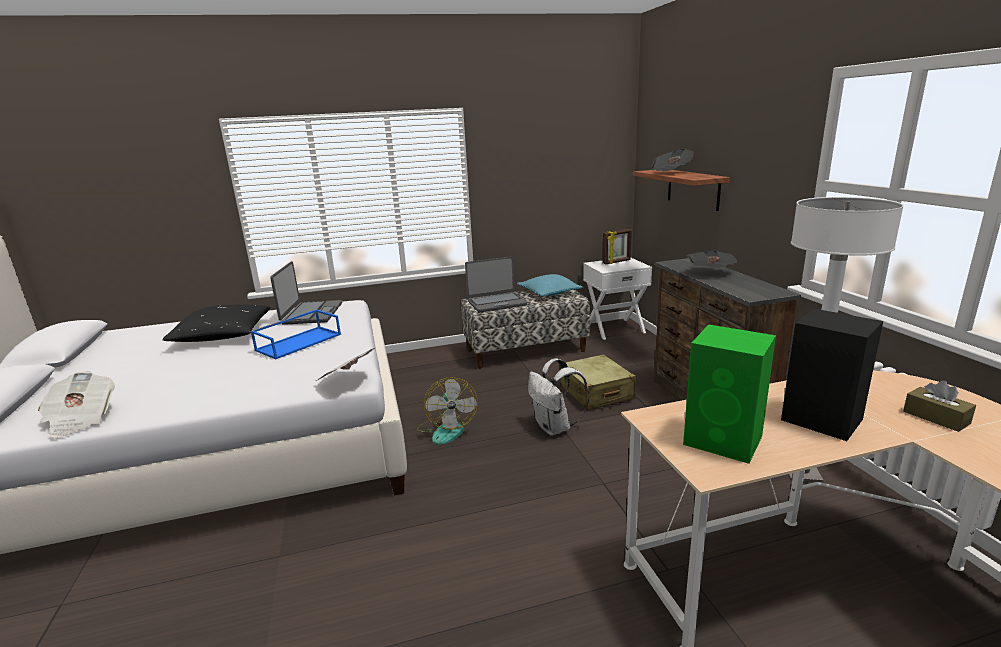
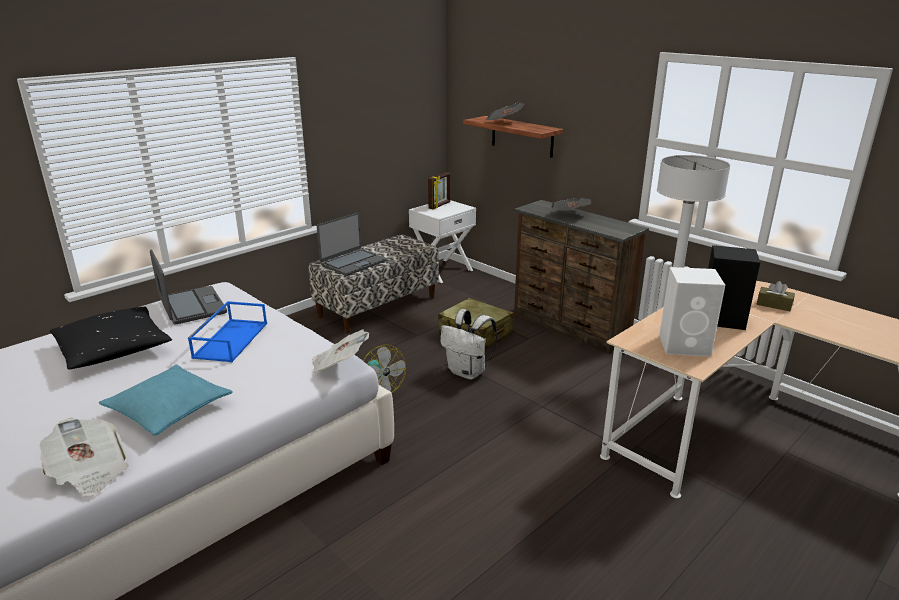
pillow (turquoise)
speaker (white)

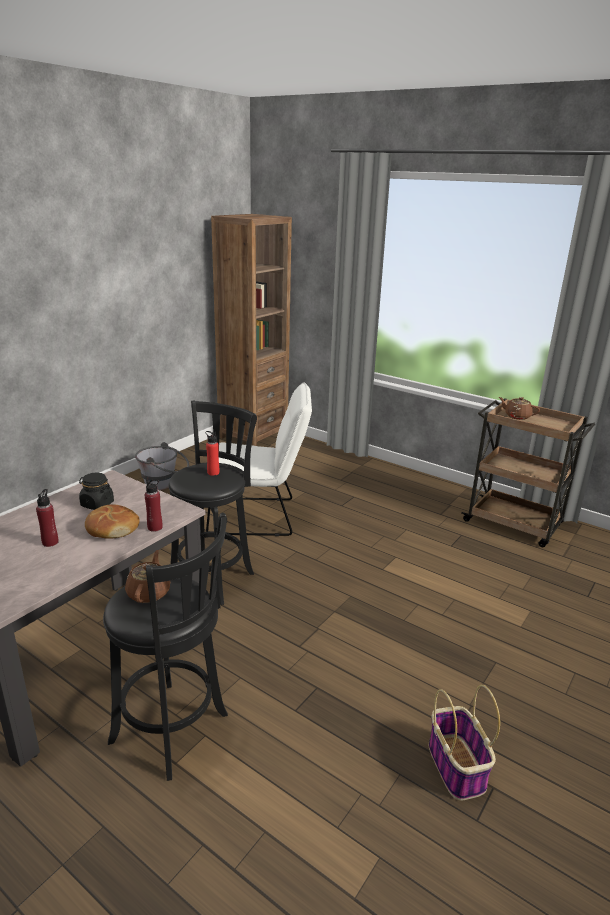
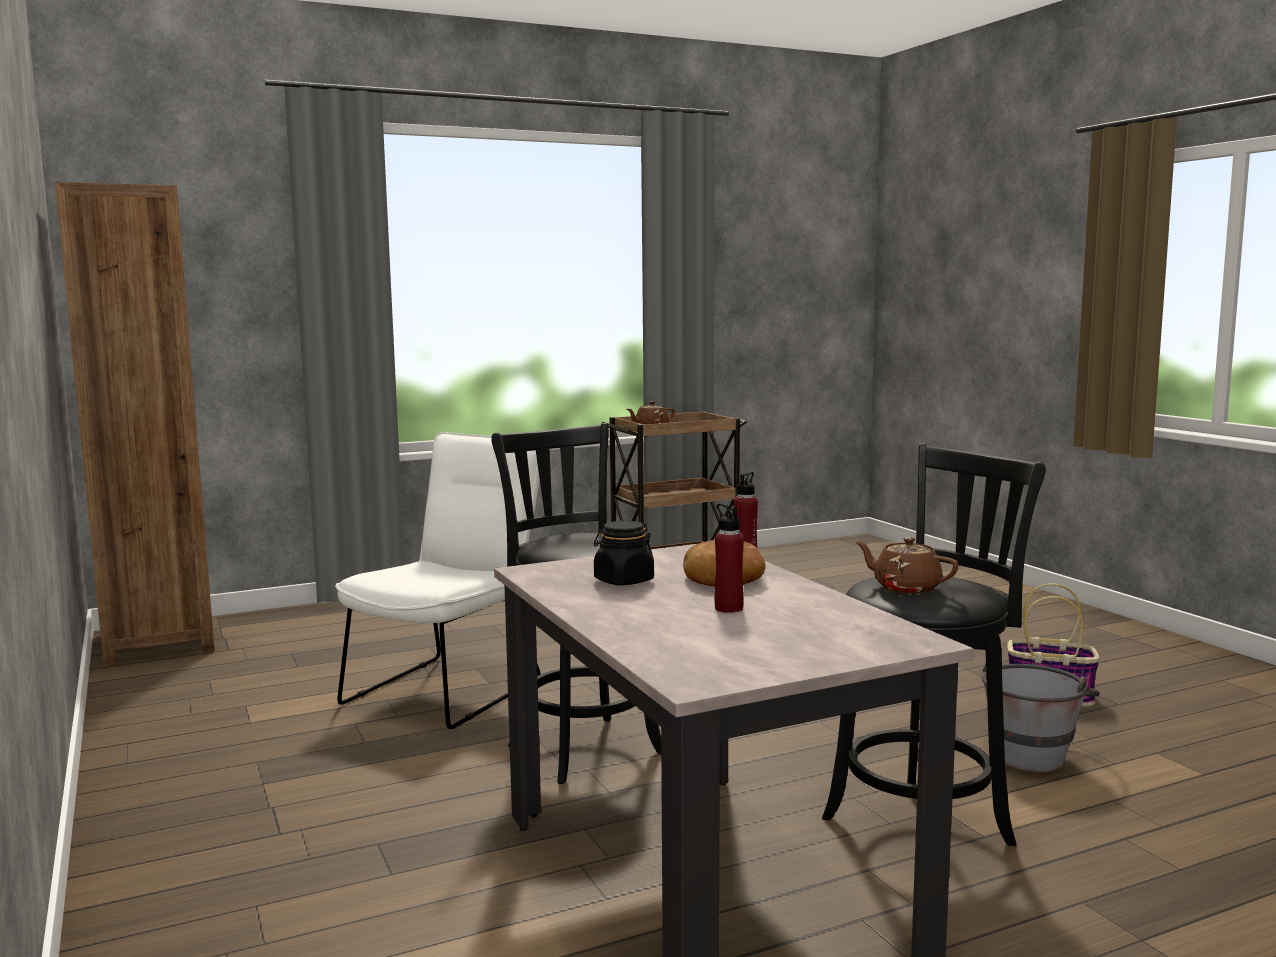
bottle (red) (no. 3 from left in the first image)
bucket (grey)

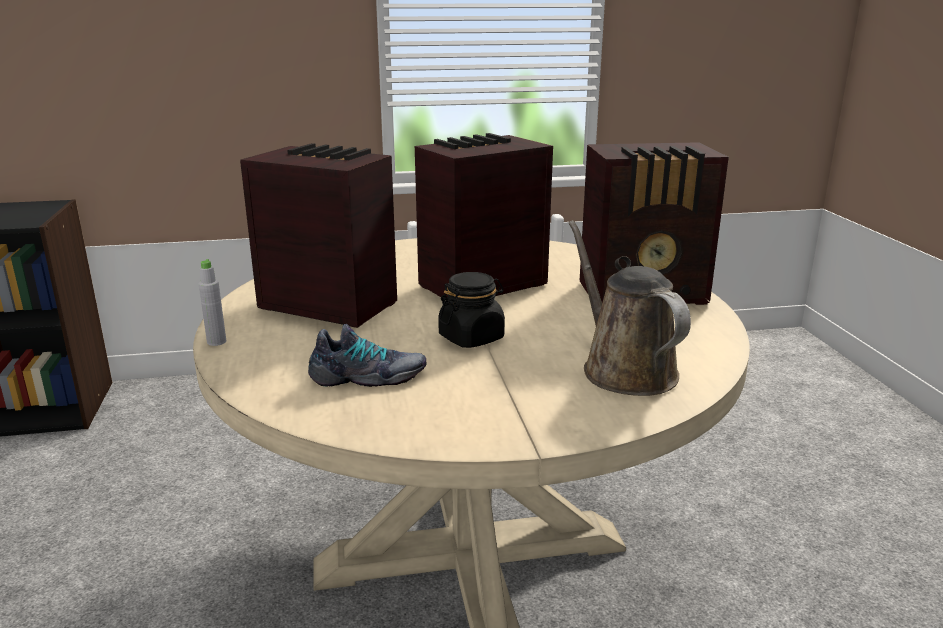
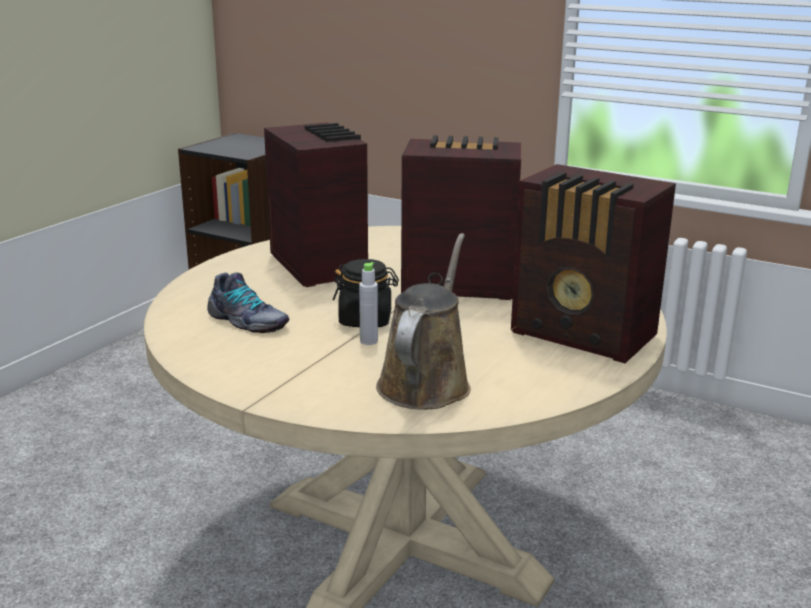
bottle (grey)

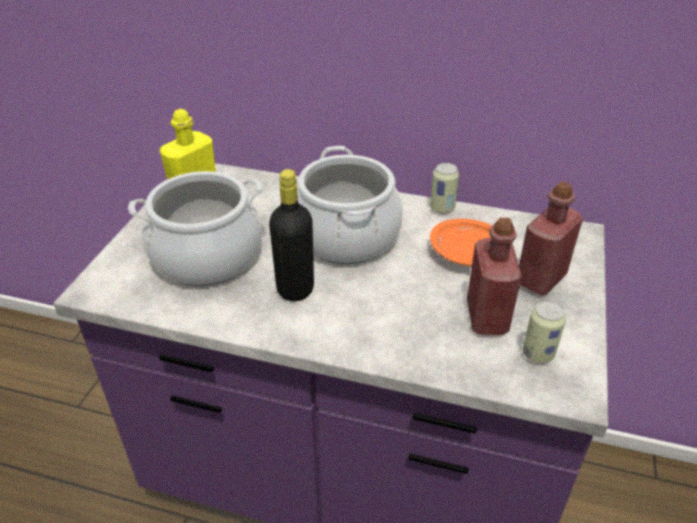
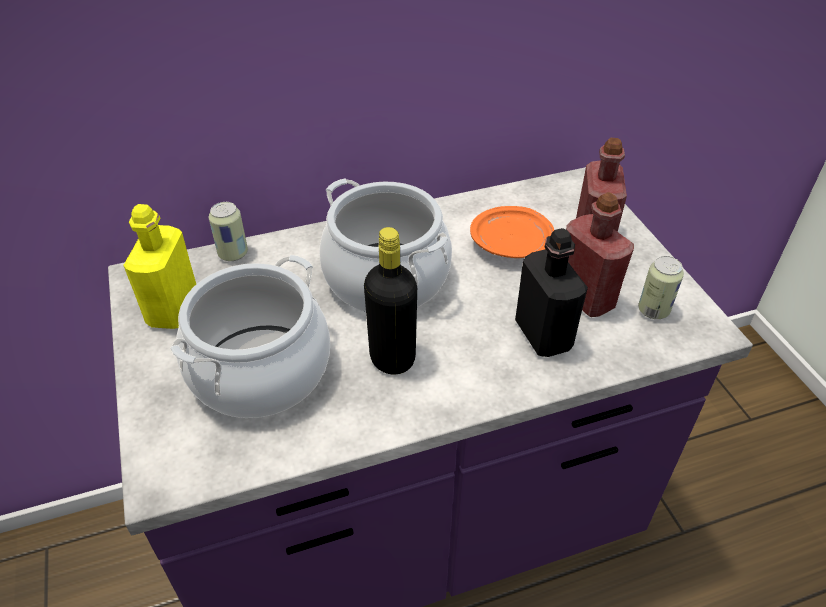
bottle (black) (no. 2 from left)
can (no. 1 from left)

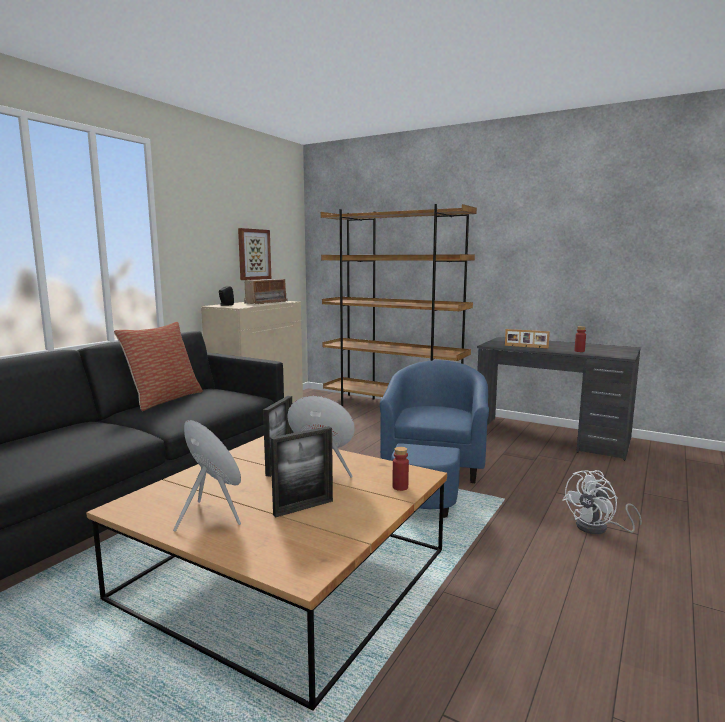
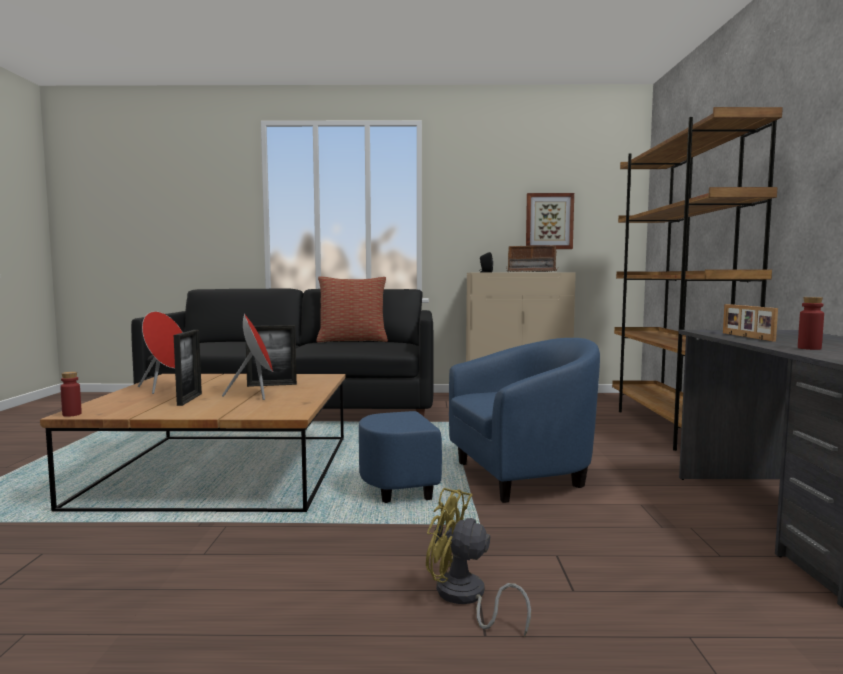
bottle (red) (no. 1 from left)
fan (yellow)
picture frame (no. 1 from left)

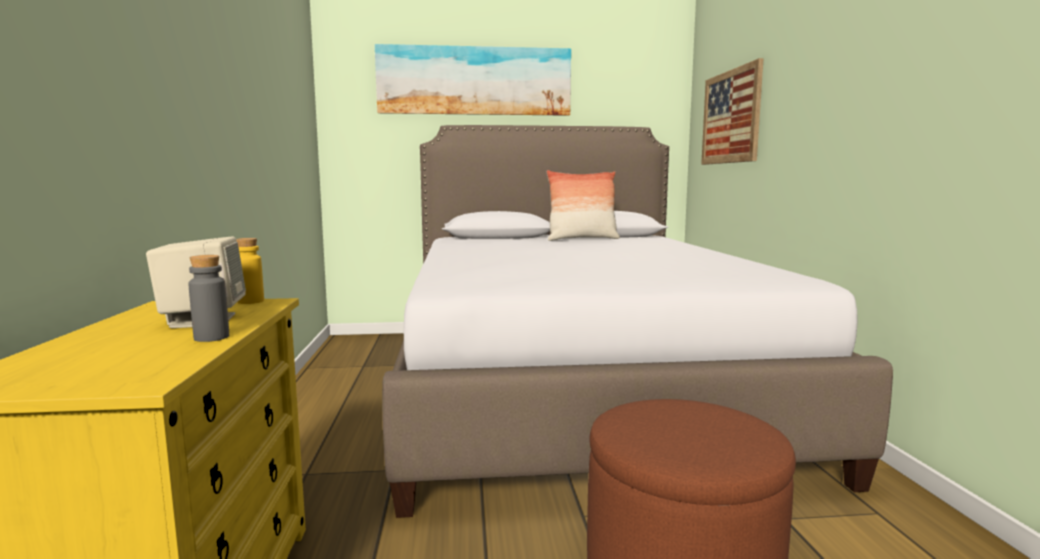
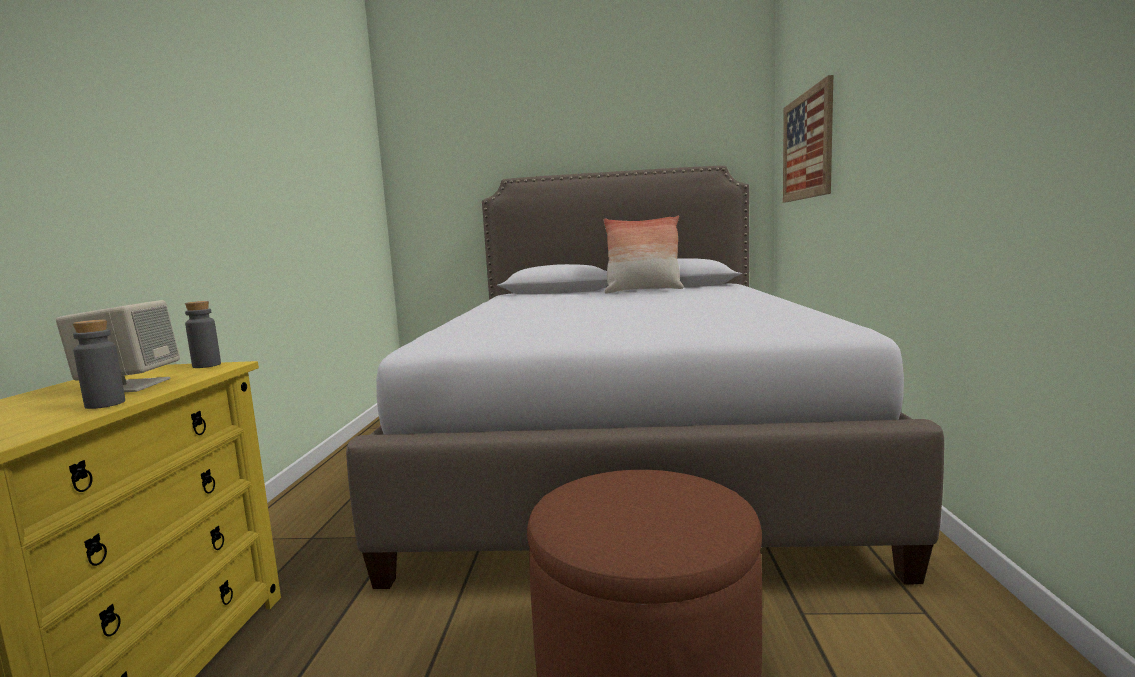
picture (no. 1 from left in the first image)
bottle (grey) (no. 2 from left)

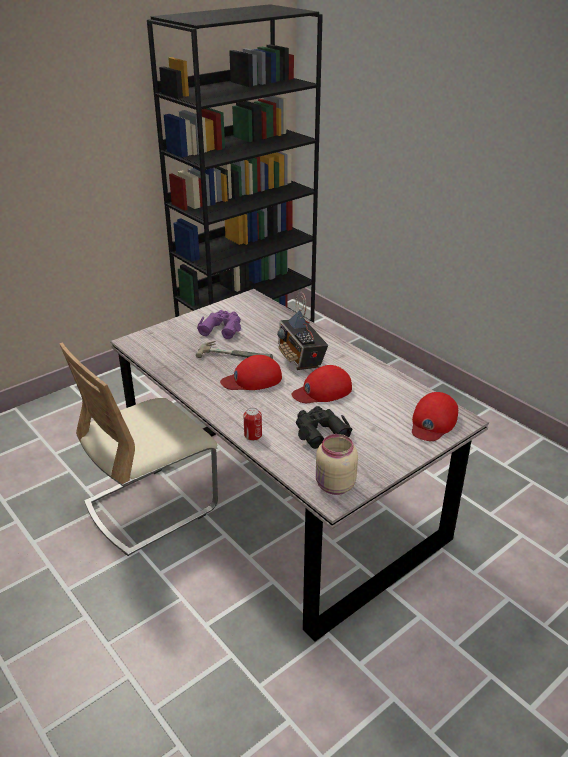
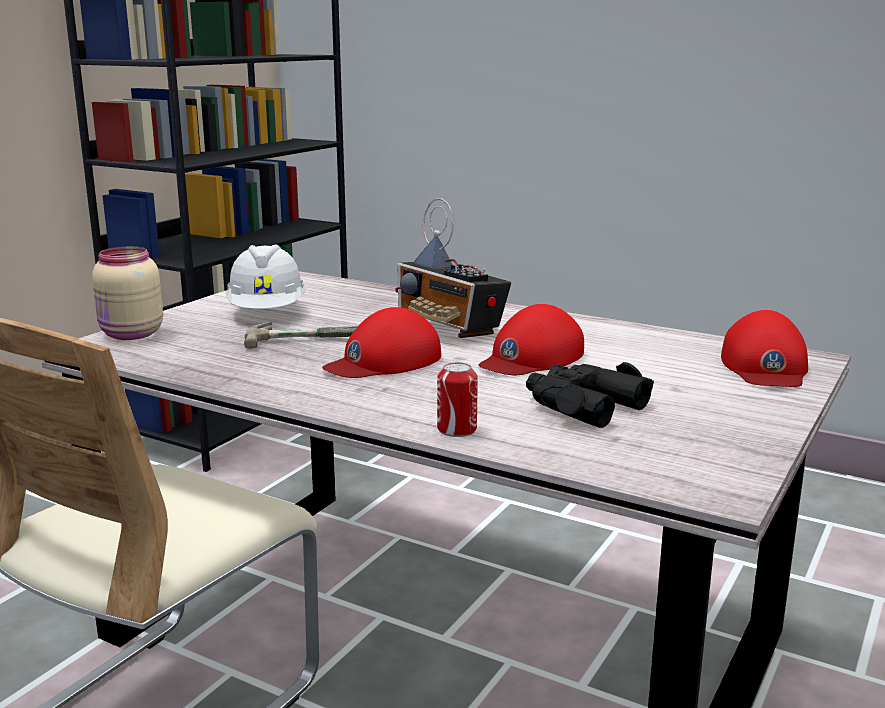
jar (beige)
hard hat (white)

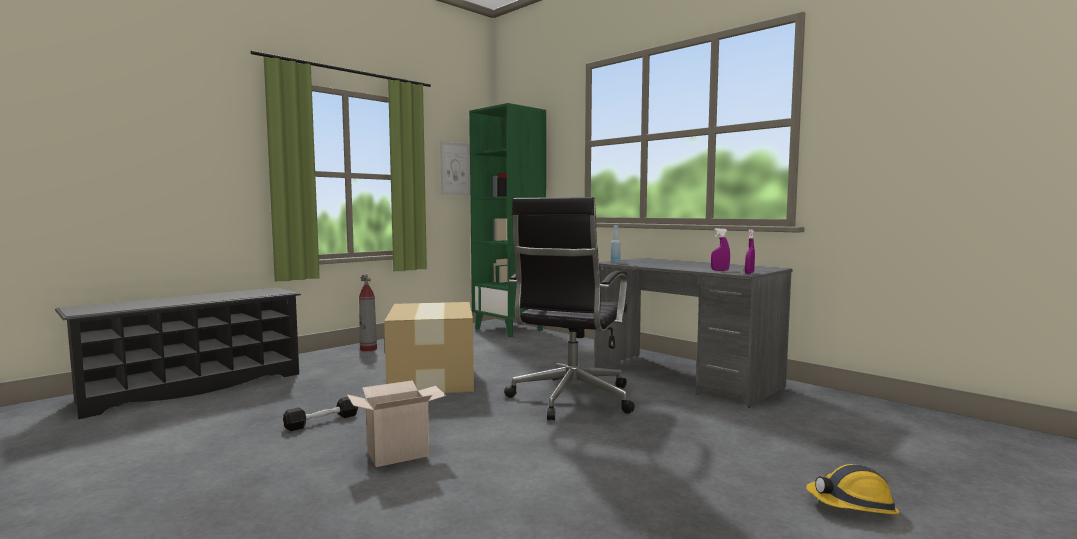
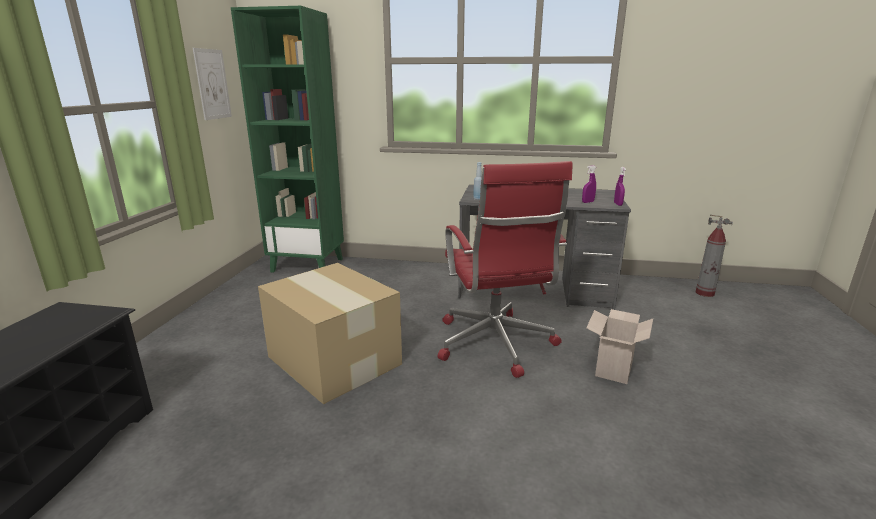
dumbbell (black)
hard hat
cardboard box (no. 2 from left)
fire extinguisher
office chair (red)

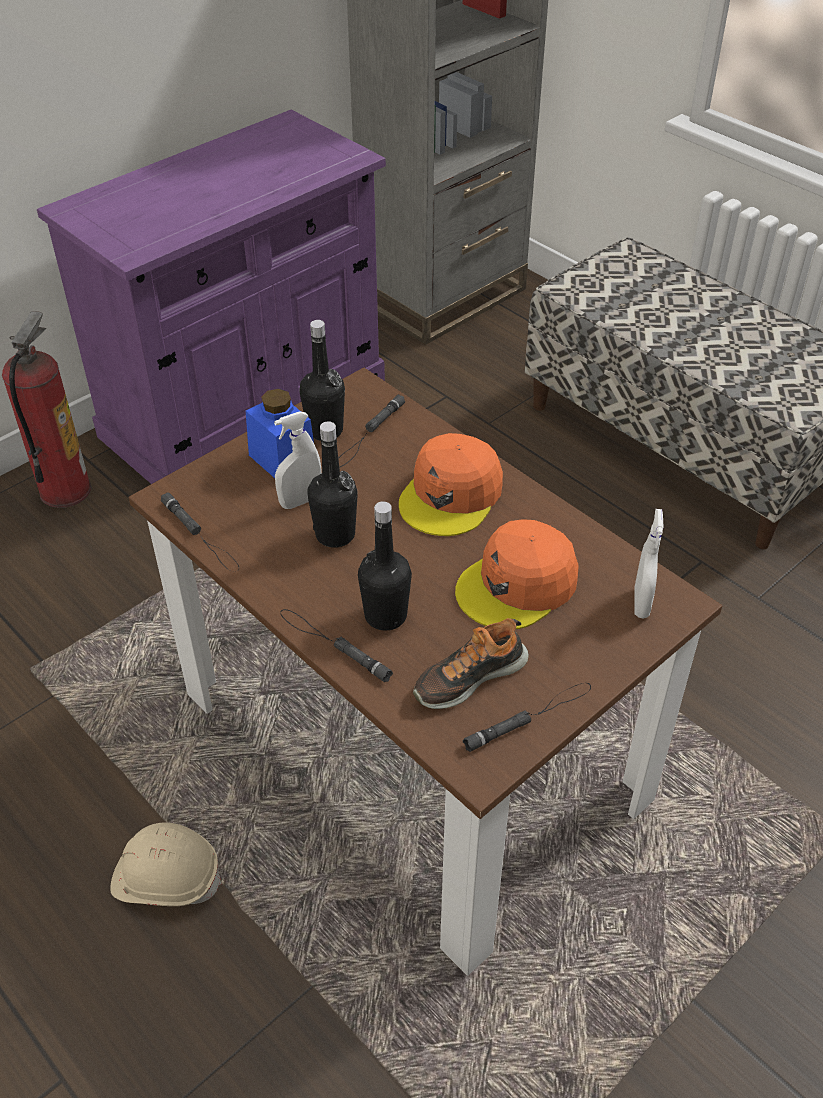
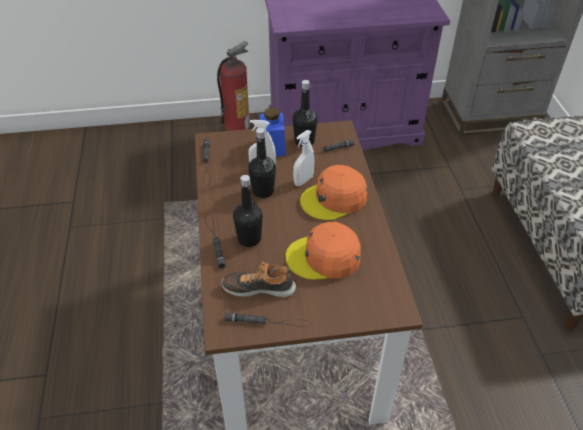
hard hat (beige)
spray bottle (white) (no. 2 from left)

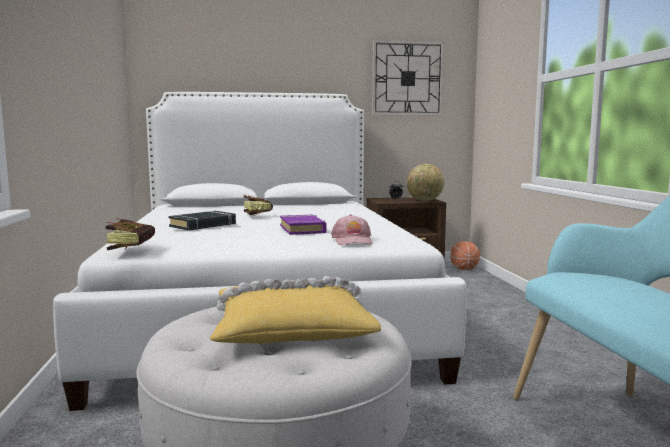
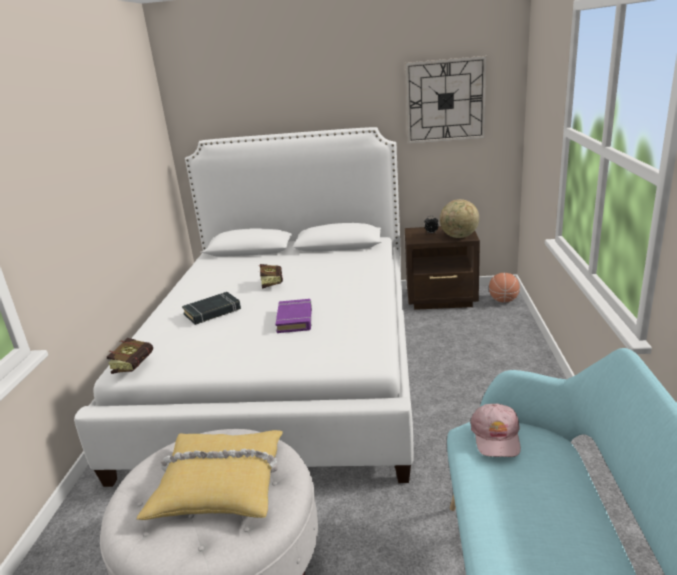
cap (pink)

